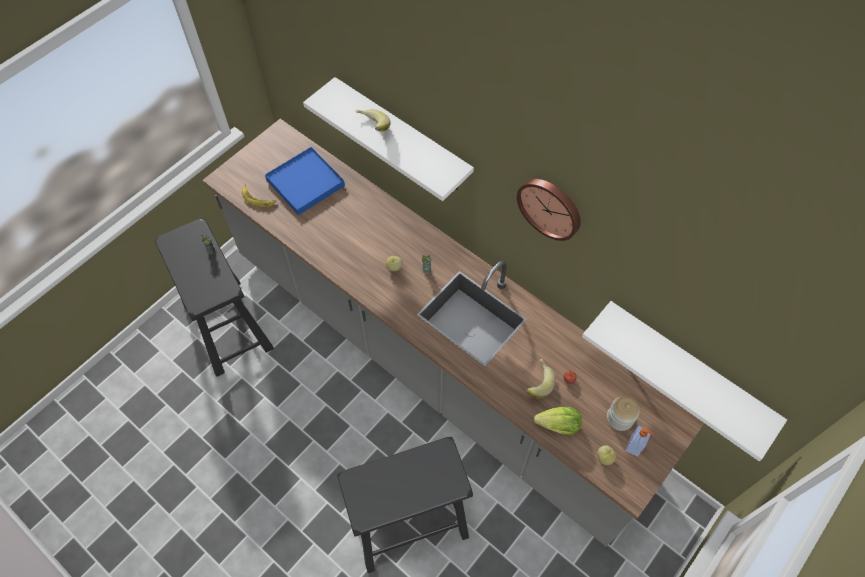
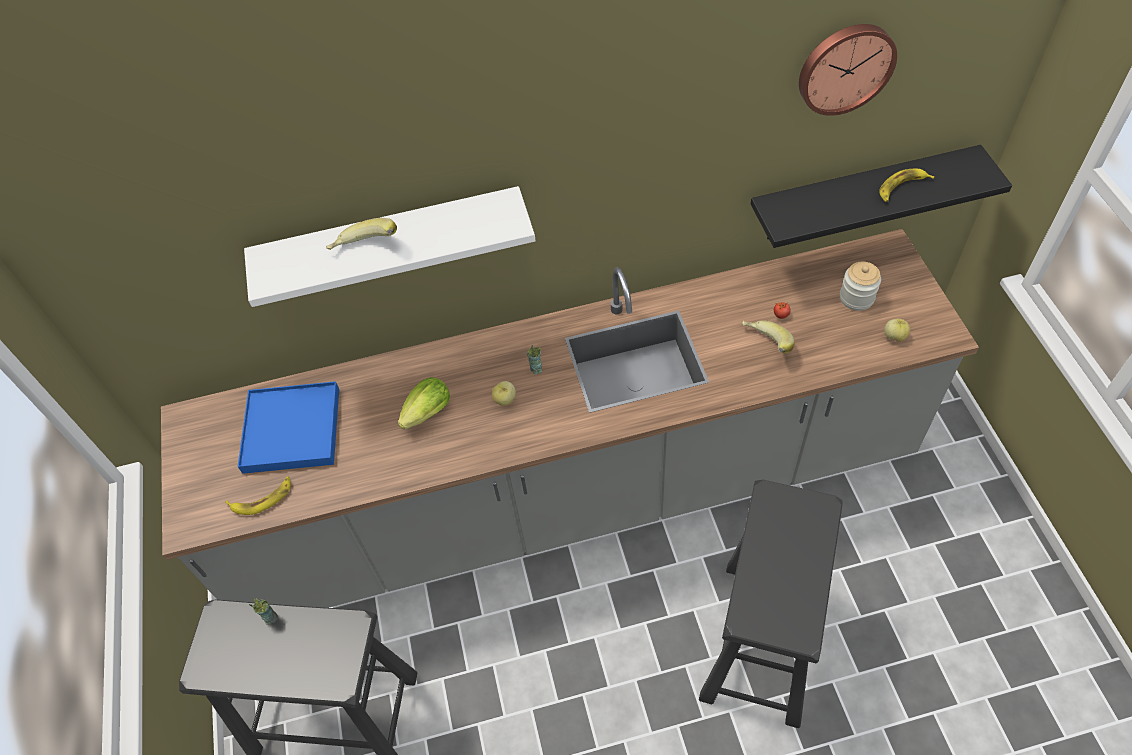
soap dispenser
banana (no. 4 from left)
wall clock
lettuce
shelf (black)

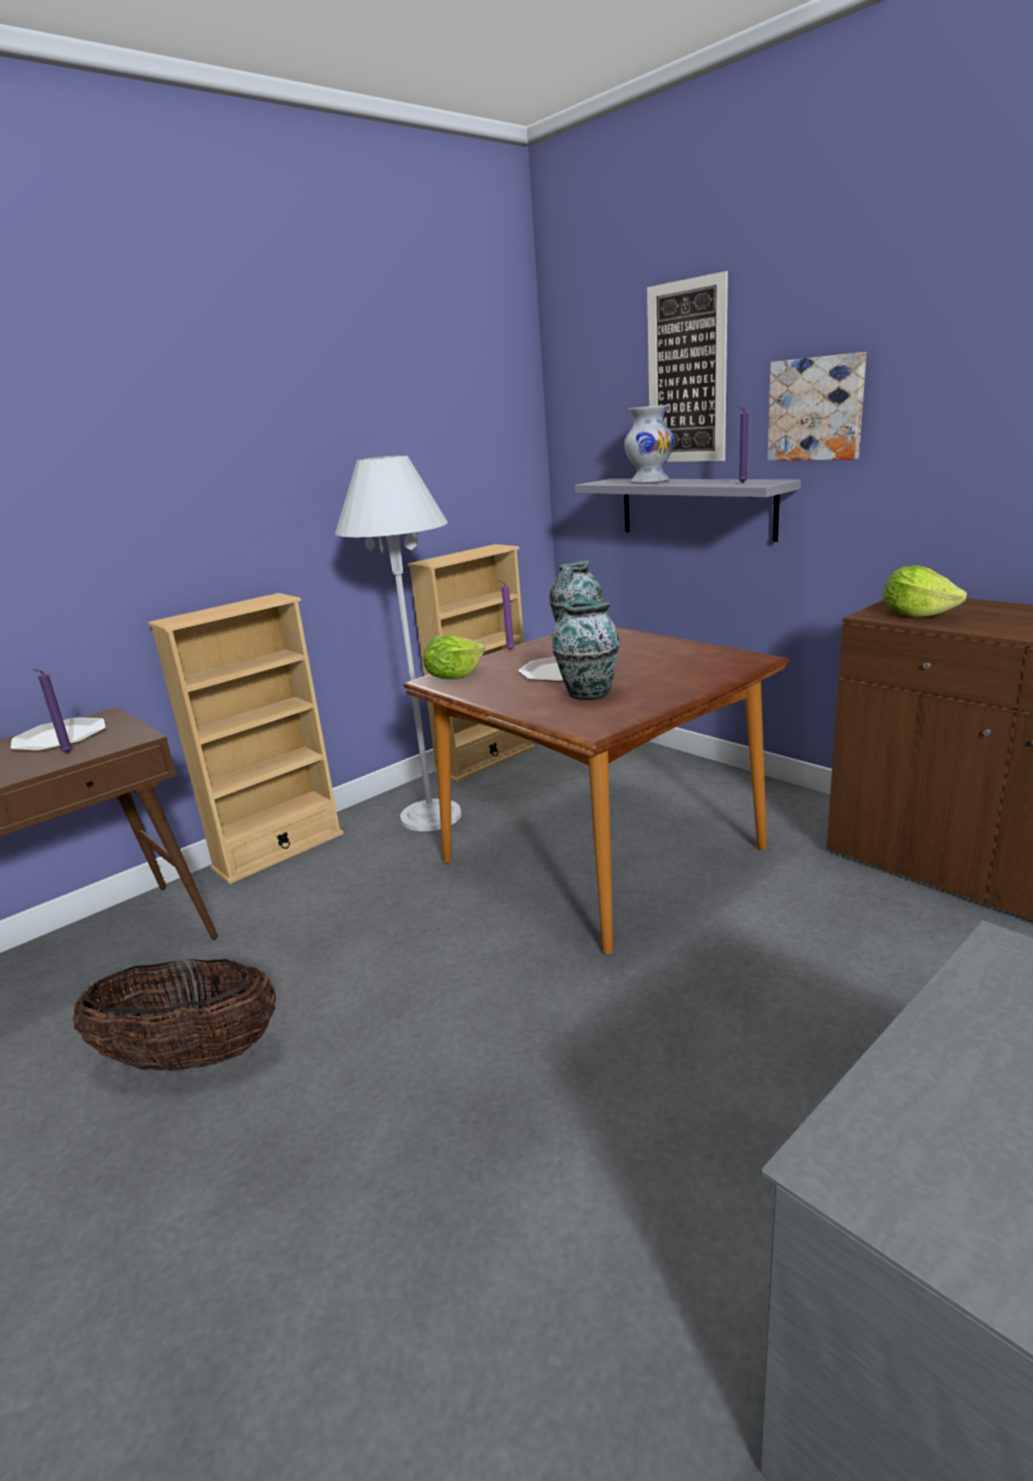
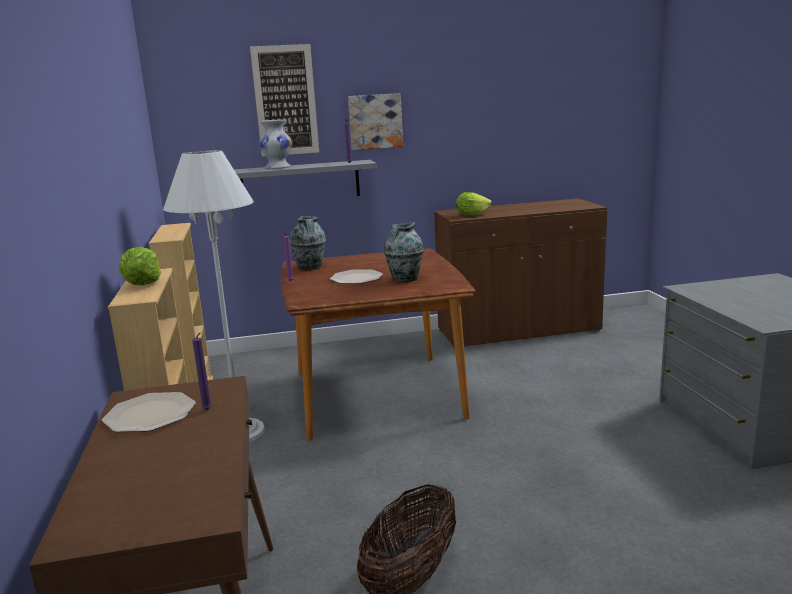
lettuce (no. 1 from left)

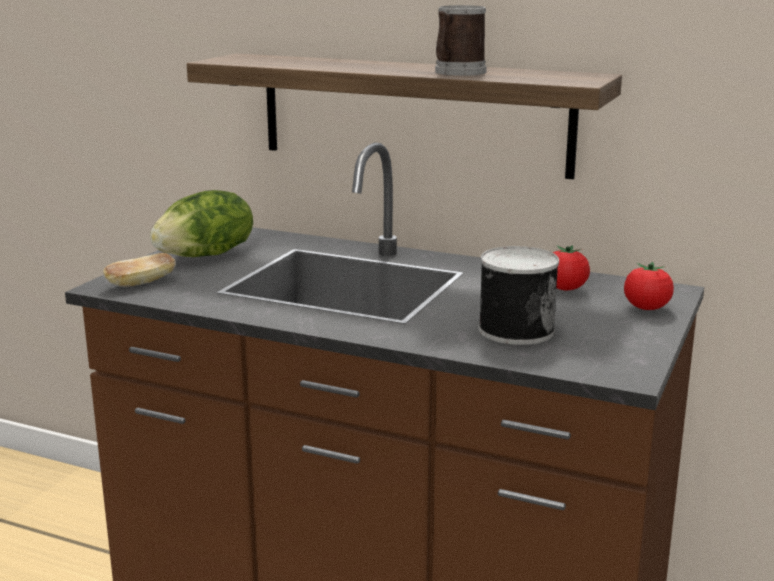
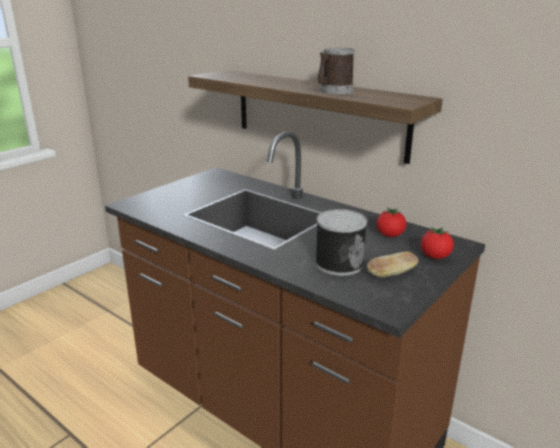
lettuce
bread

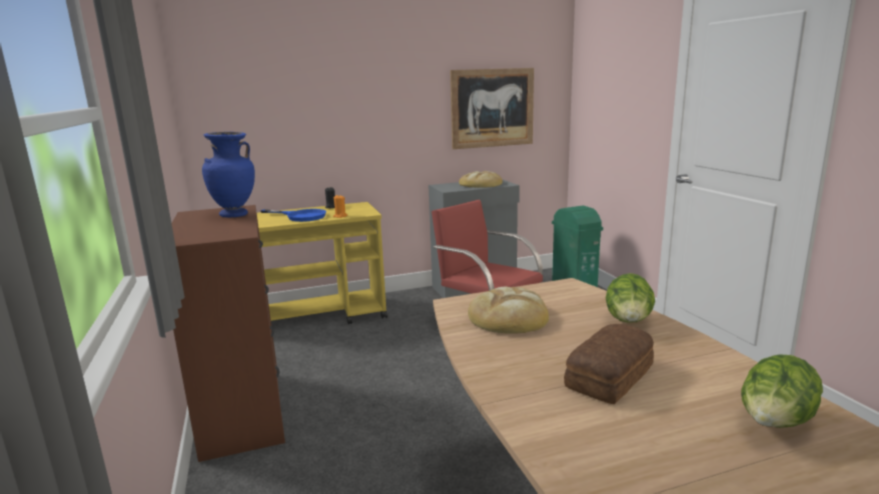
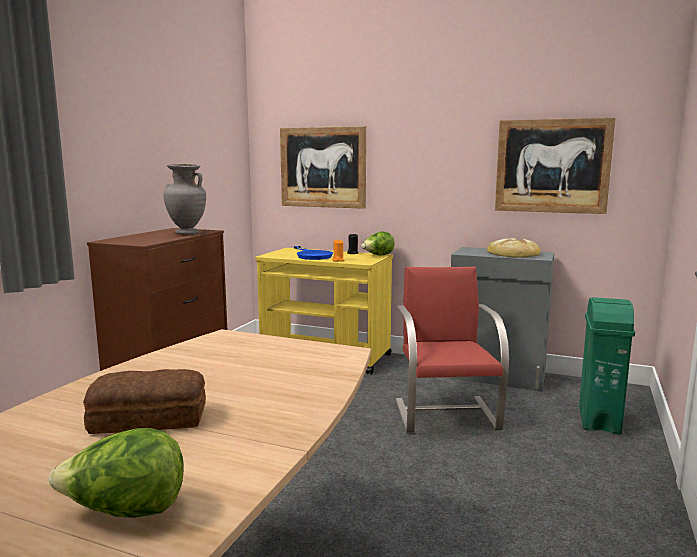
bread (no. 2 from left in the first image)
picture (no. 1 from left)
lettuce (no. 2 from left)
vase (grey)

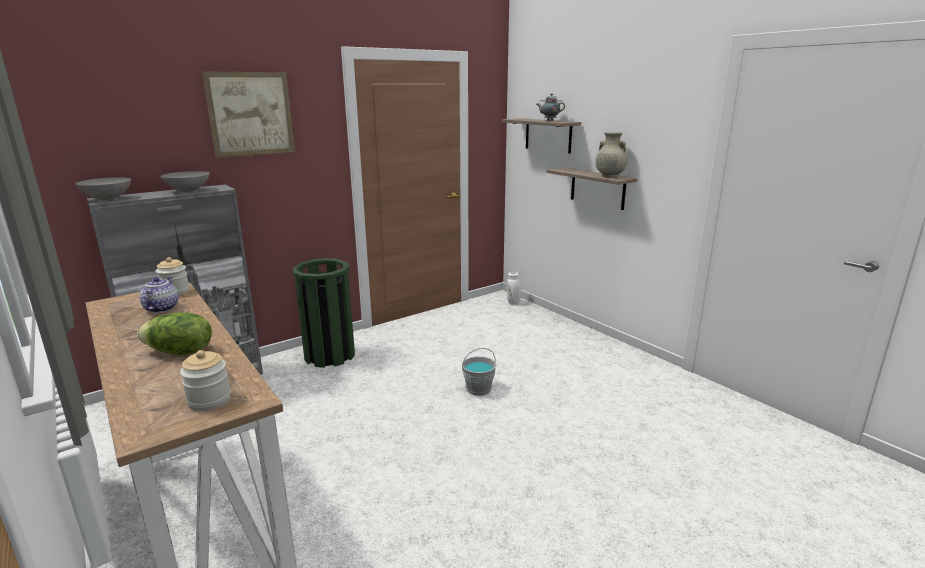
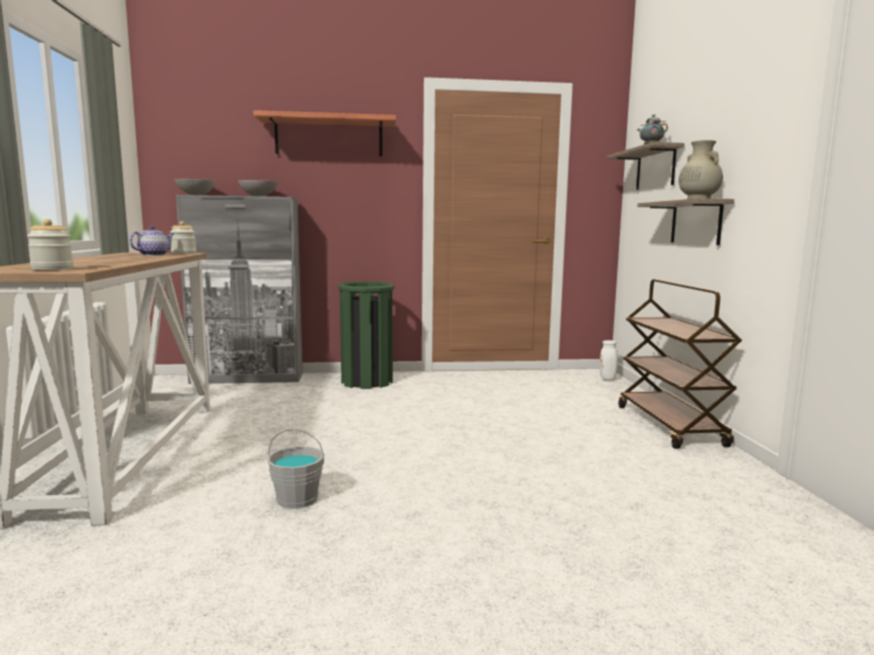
lettuce
cart (brown)
bucket (grey)
shelf (no. 1 from left)

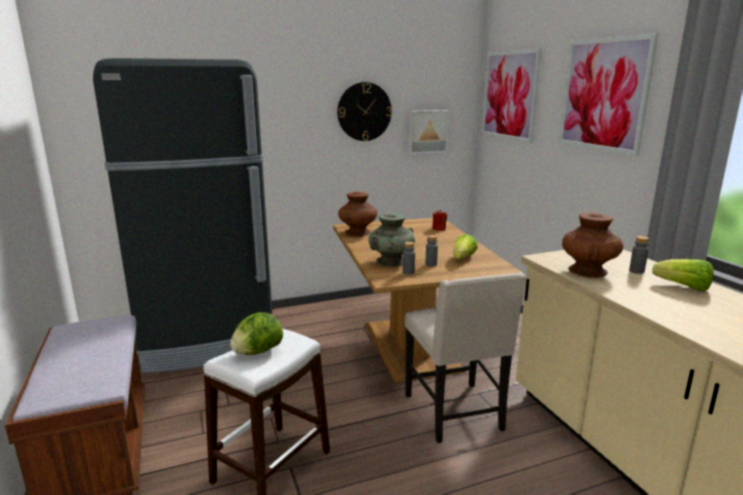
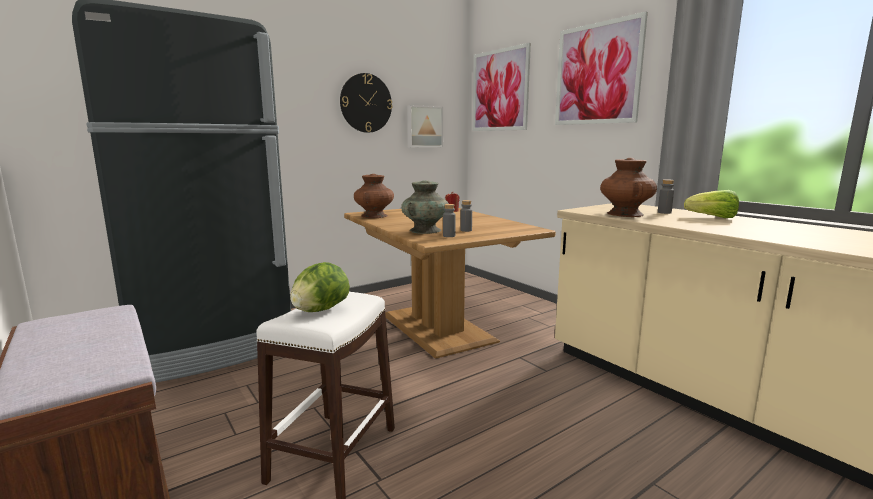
chair (beige)
lettuce (no. 2 from left in the first image)

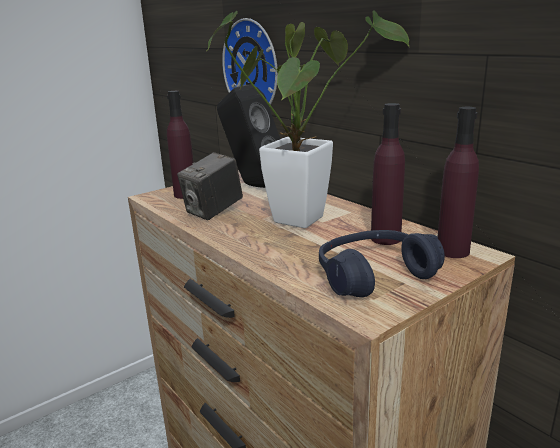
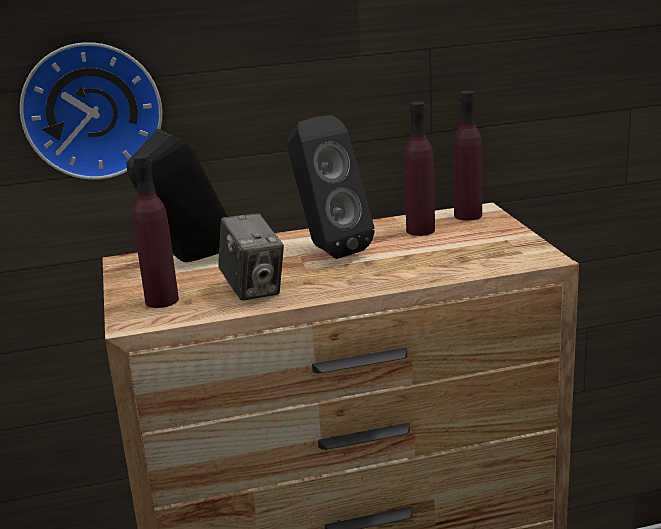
headphones (blue)
speaker (black) (no. 2 from left)

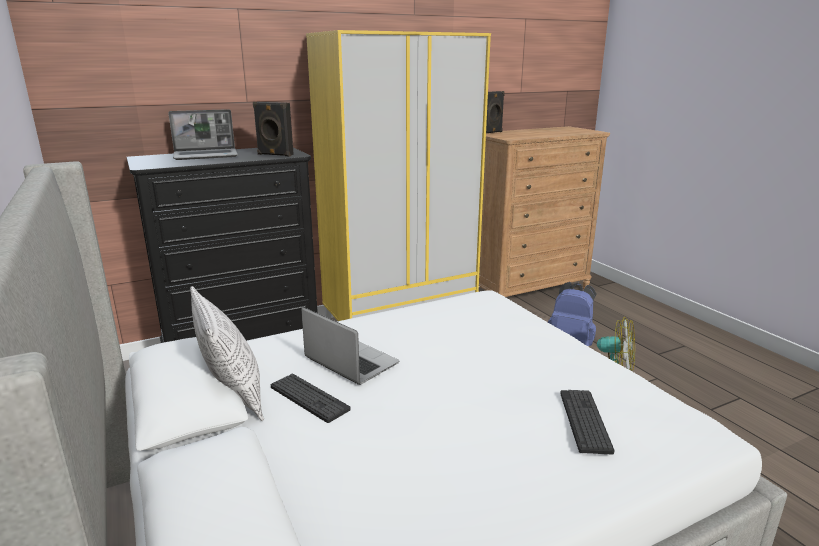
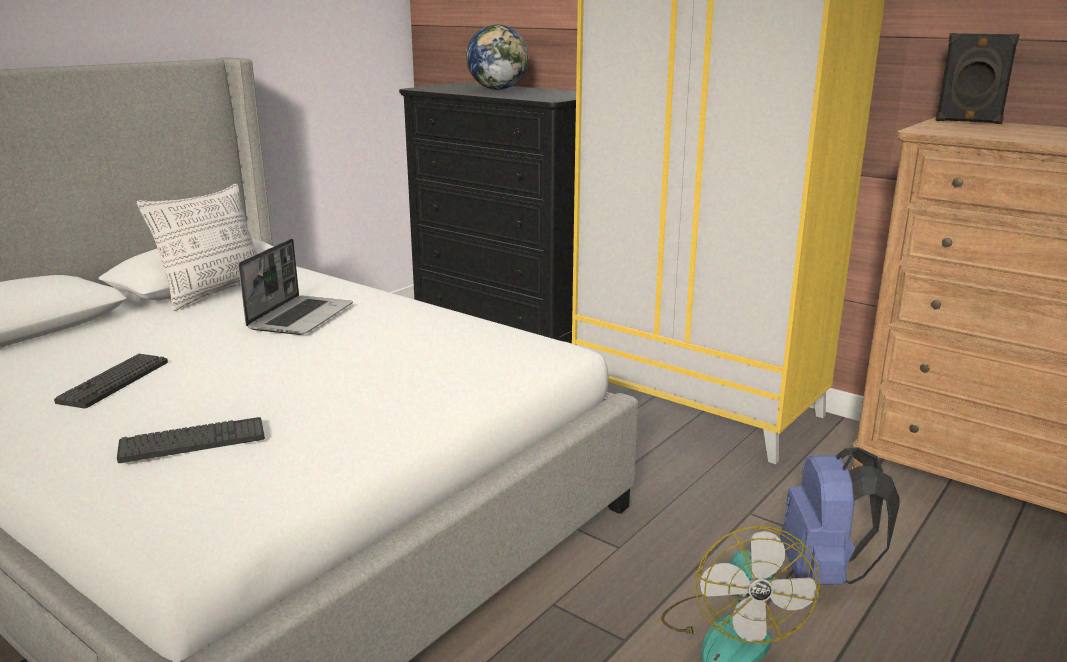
speaker (black) (no. 1 from left in the first image)
keyboard (no. 1 from left)
globe

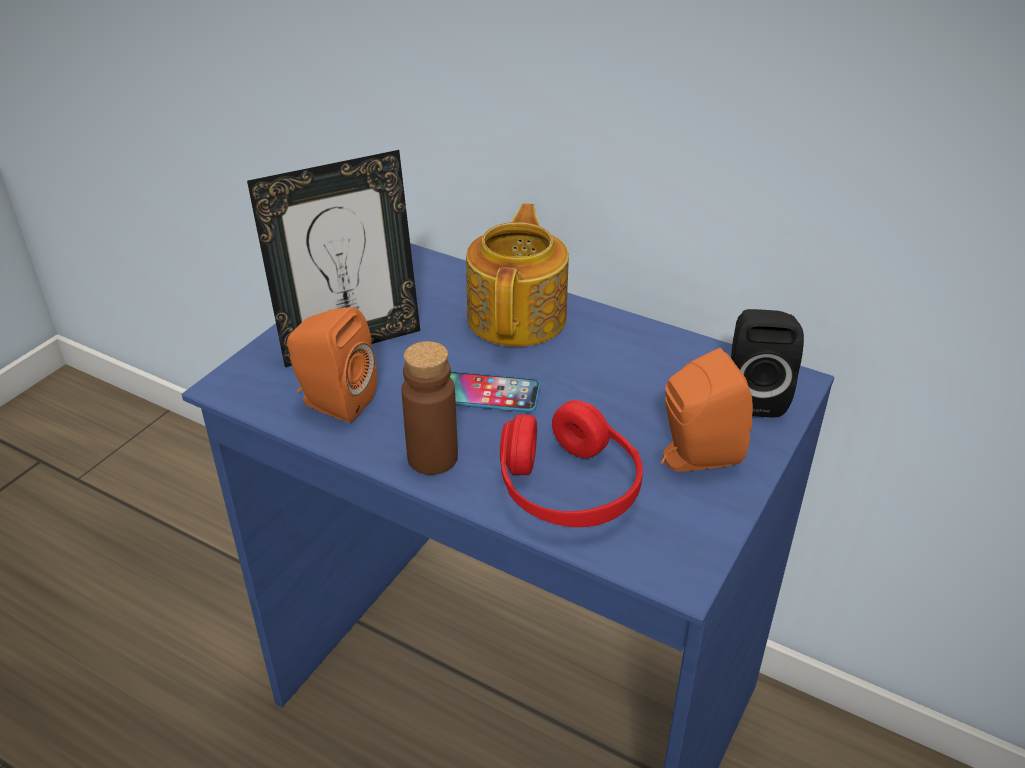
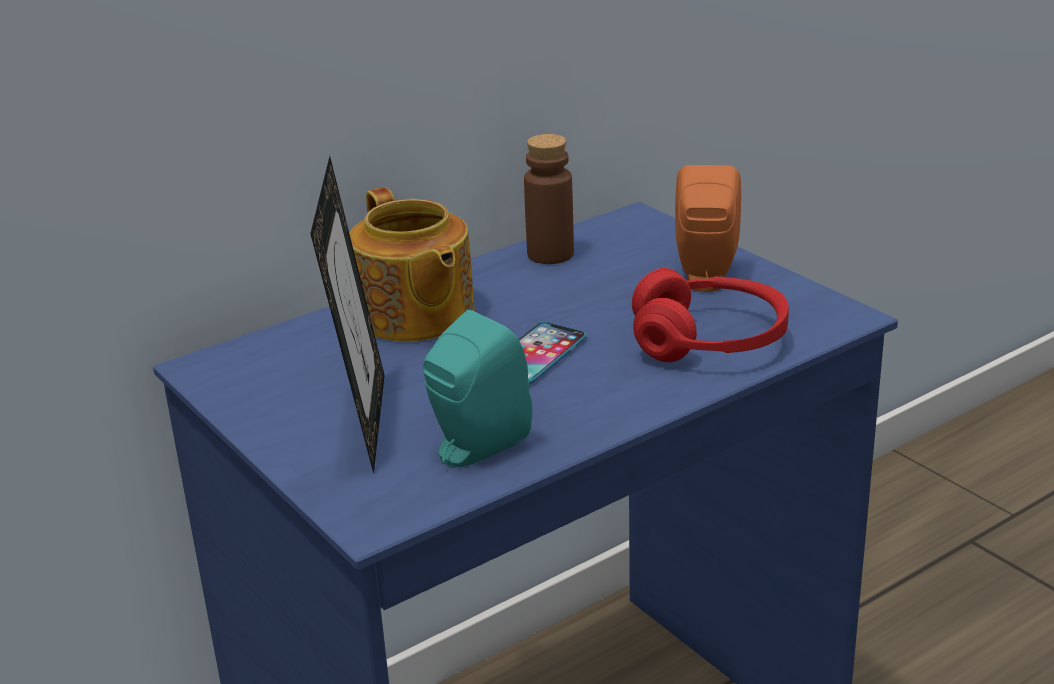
speaker (black)
bottle (brown)
speaker (turquoise)
teapot

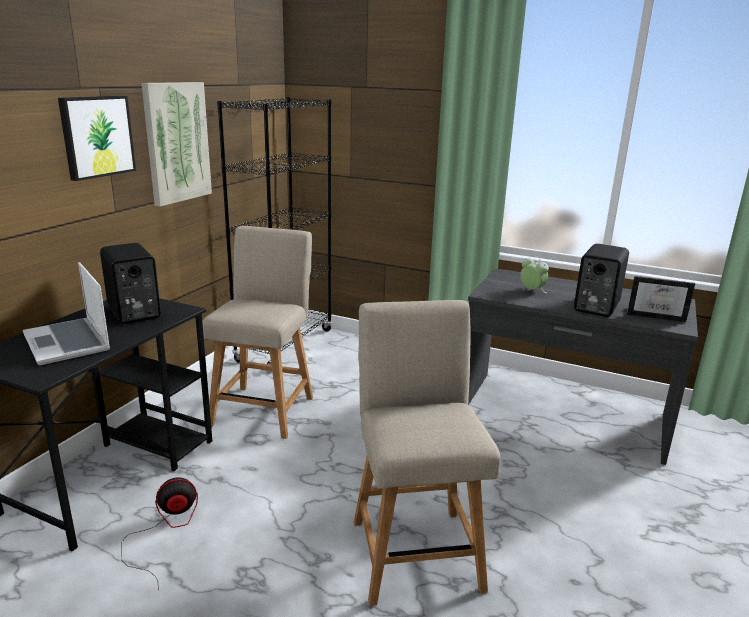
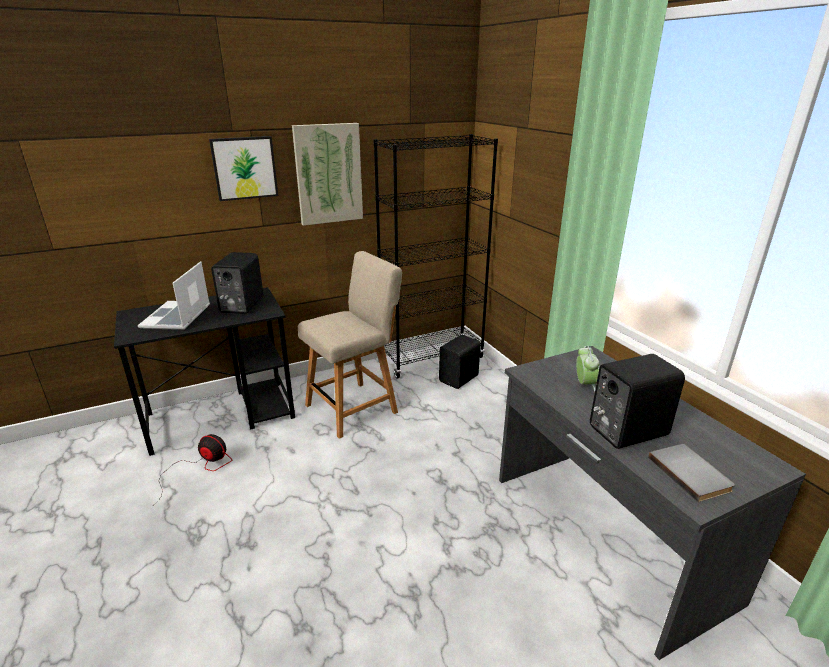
chair (beige) (no. 2 from left in the first image)
speaker (black) (no. 2 from left)
book (grey)

